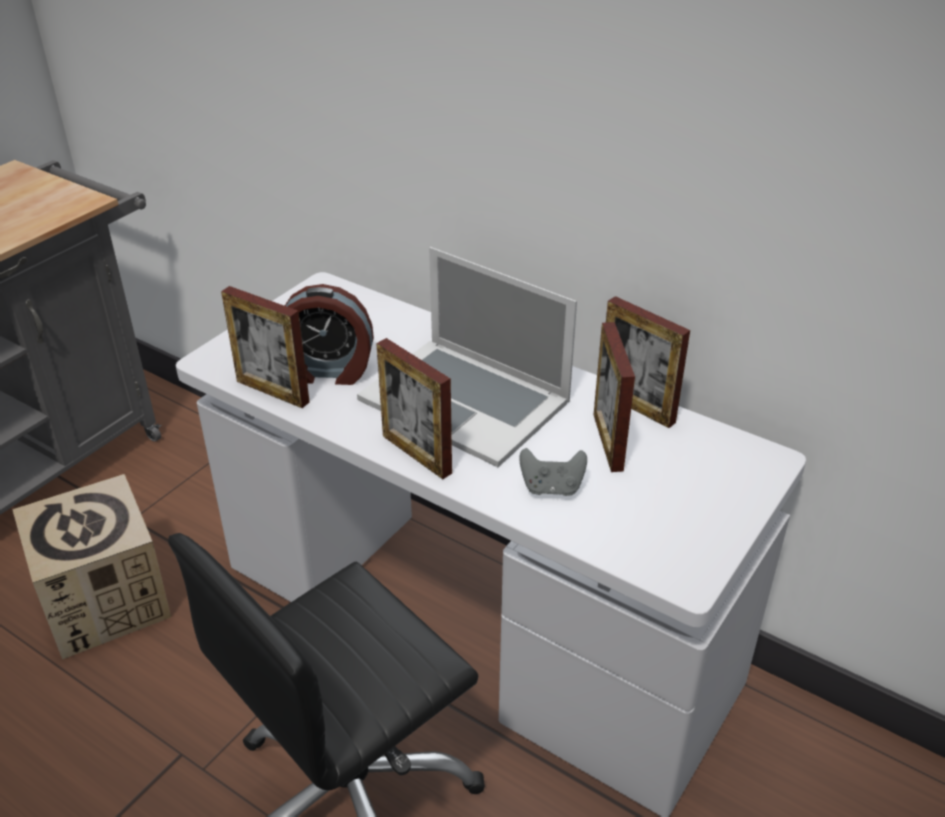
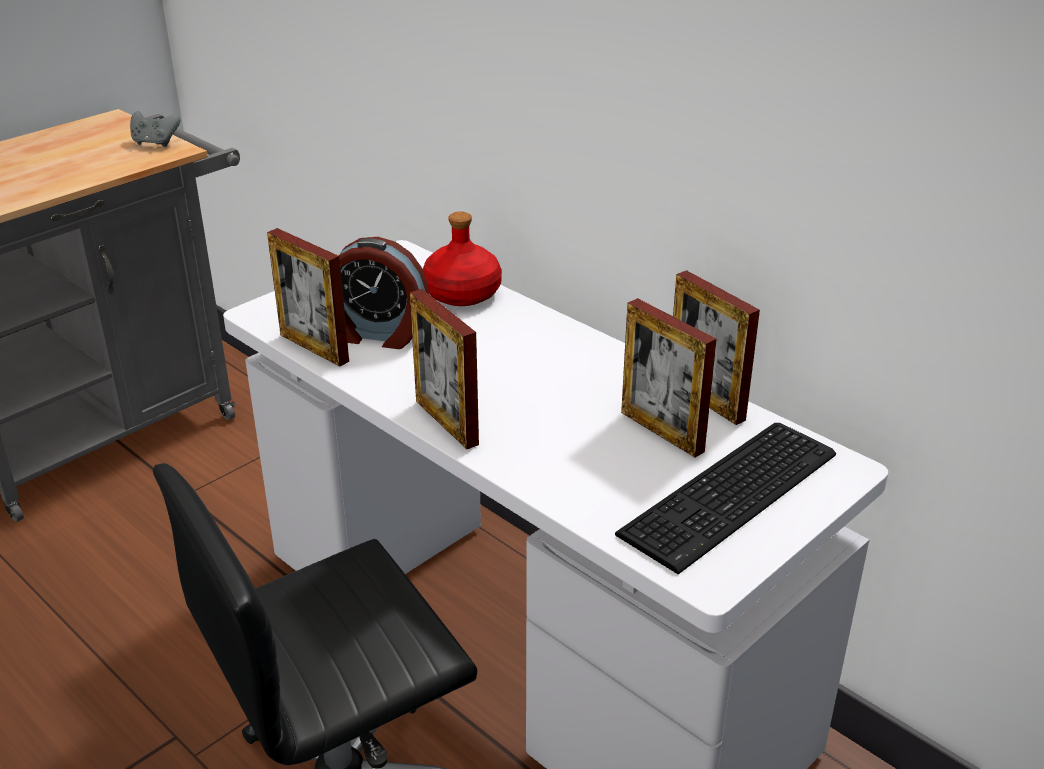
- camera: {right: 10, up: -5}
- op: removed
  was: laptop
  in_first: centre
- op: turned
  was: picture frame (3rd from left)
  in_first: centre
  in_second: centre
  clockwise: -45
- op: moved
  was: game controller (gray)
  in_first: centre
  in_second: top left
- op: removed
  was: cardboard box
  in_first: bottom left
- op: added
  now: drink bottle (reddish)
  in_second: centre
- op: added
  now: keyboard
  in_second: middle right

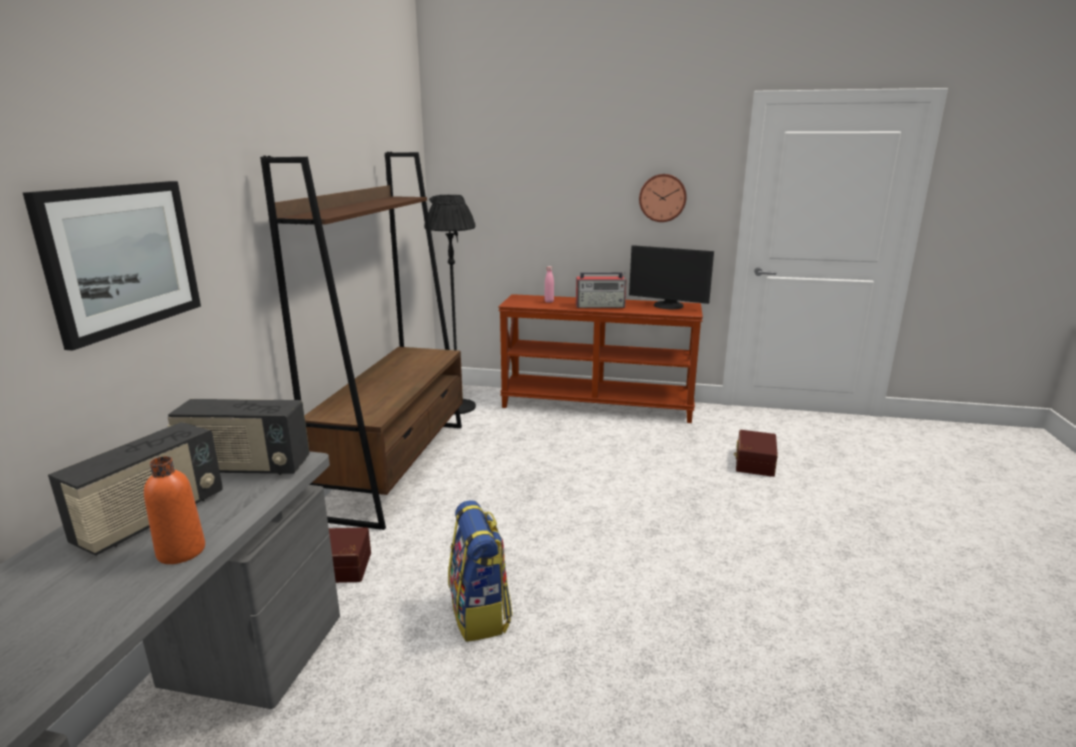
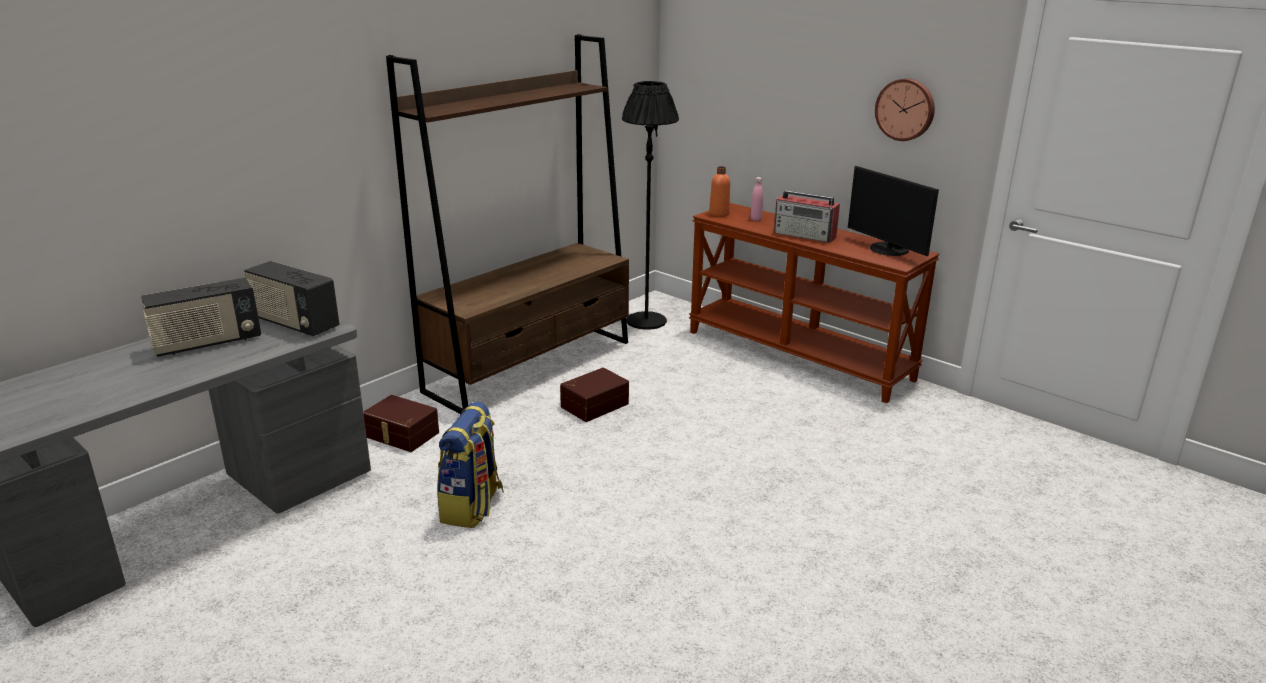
- camera: {right: 30, up: 5}
- op: removed
  was: wall art
  in_first: middle left
- op: moved
  was: storage bin (brown) (2nd from left)
  in_first: middle right
  in_second: centre
- op: moved
  was: drink bottle (orangey)
  in_first: bottom left
  in_second: top centre

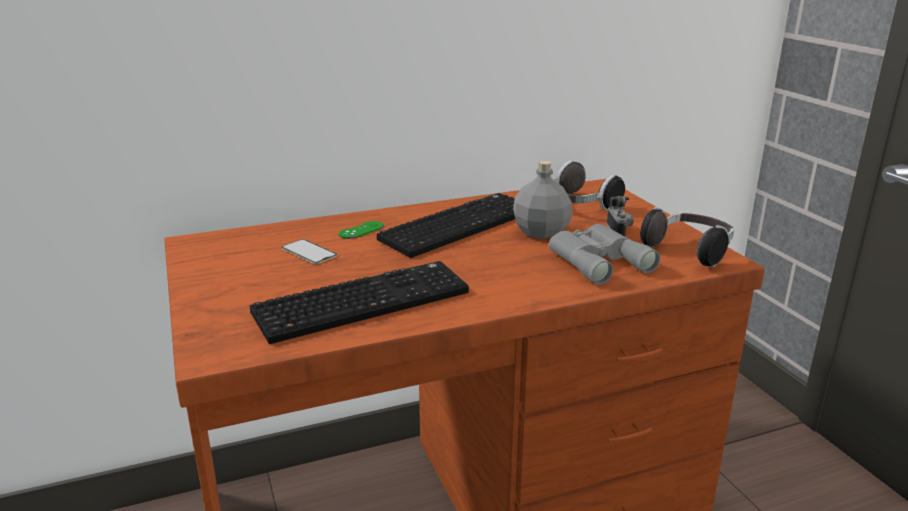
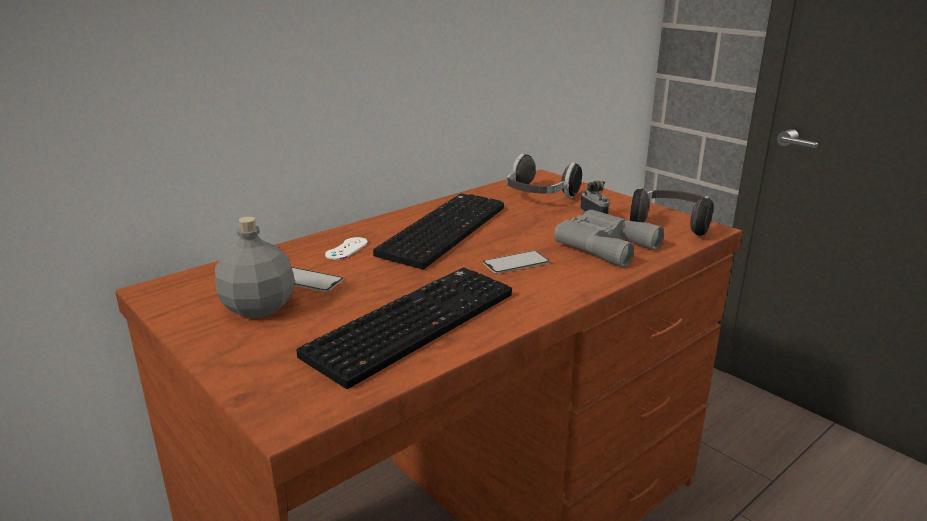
- camera: {right: -20, up: 0}
- op: moved
  was: drink bottle (gray)
  in_first: centre
  in_second: middle left
- op: recoloured
  was: game controller (greenish)
  now: game controller (white)
  in_first: centre
  in_second: centre
- op: added
  now: phone (2nd from left)
  in_second: centre

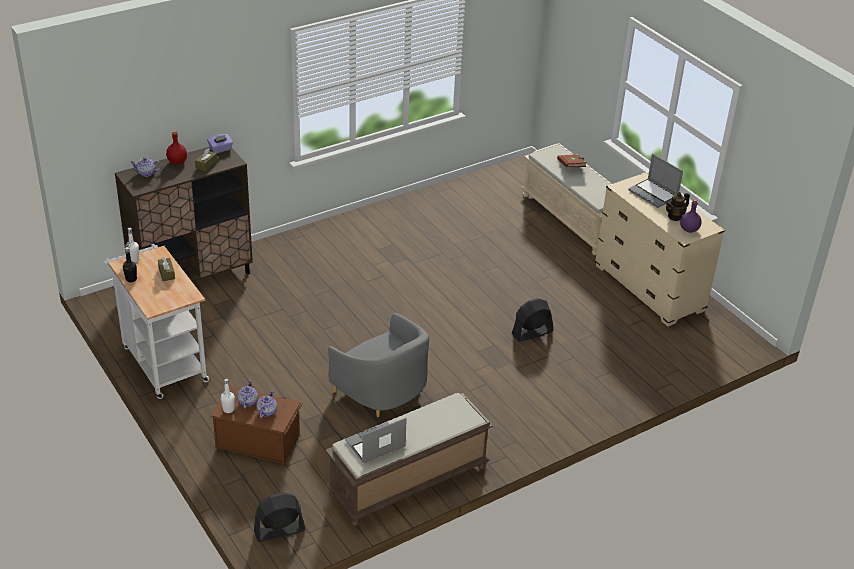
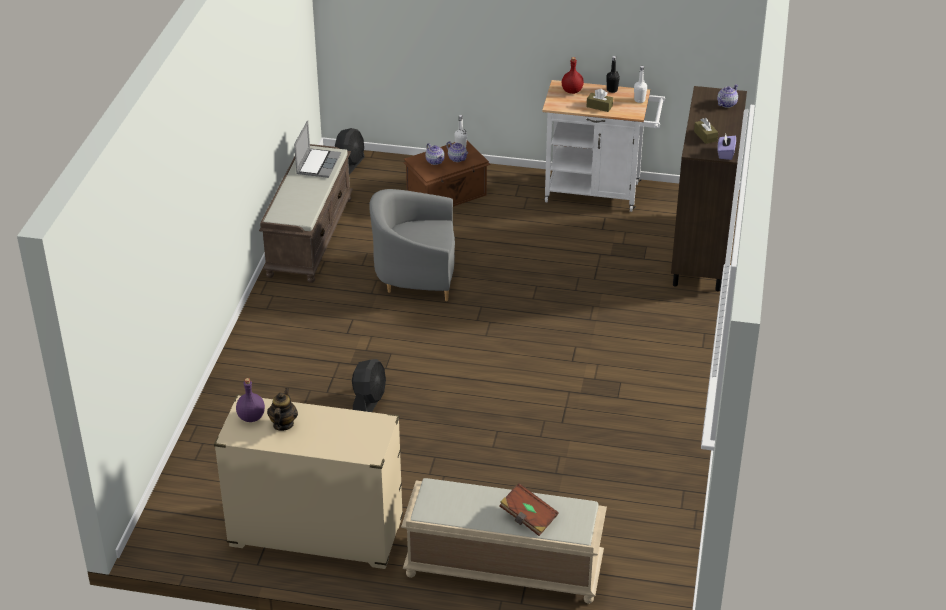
- camera: {right: 135, up: 0}
- op: moved
  was: drink bottle (reddish)
  in_first: top left
  in_second: top centre
- op: removed
  was: laptop (2nd from left)
  in_first: top right

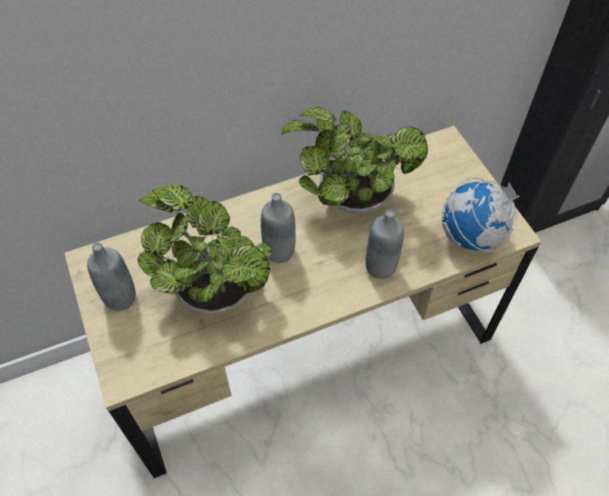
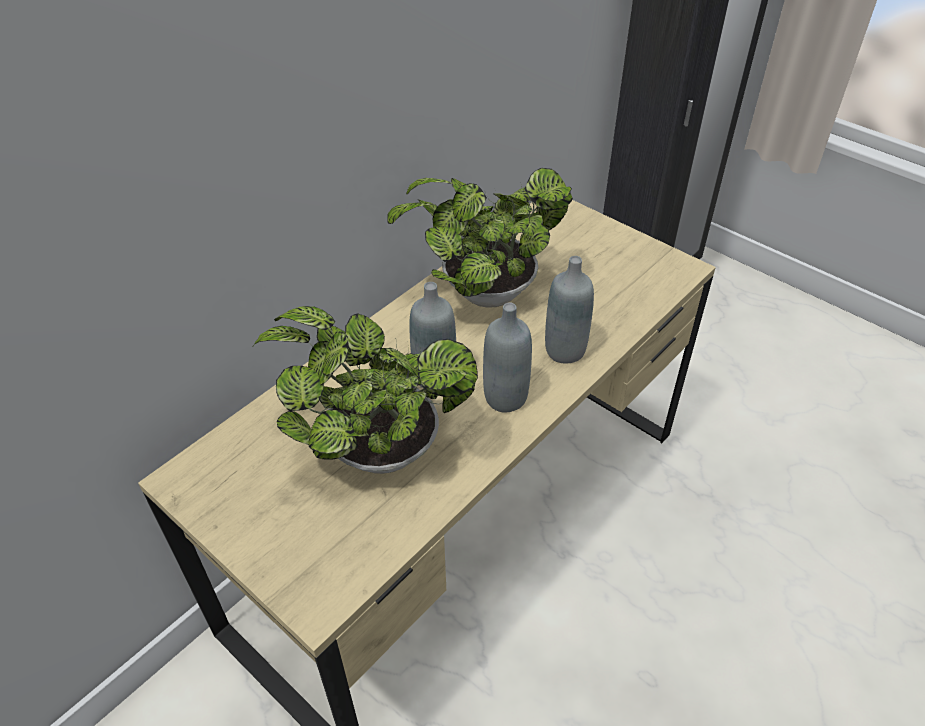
- camera: {right: -25, up: -10}
- op: removed
  was: globe
  in_first: middle right
- op: moved
  was: drink bottle (gray) (1st from left in the first image)
  now: drink bottle (gray) (2nd from left)
  in_first: middle left
  in_second: centre

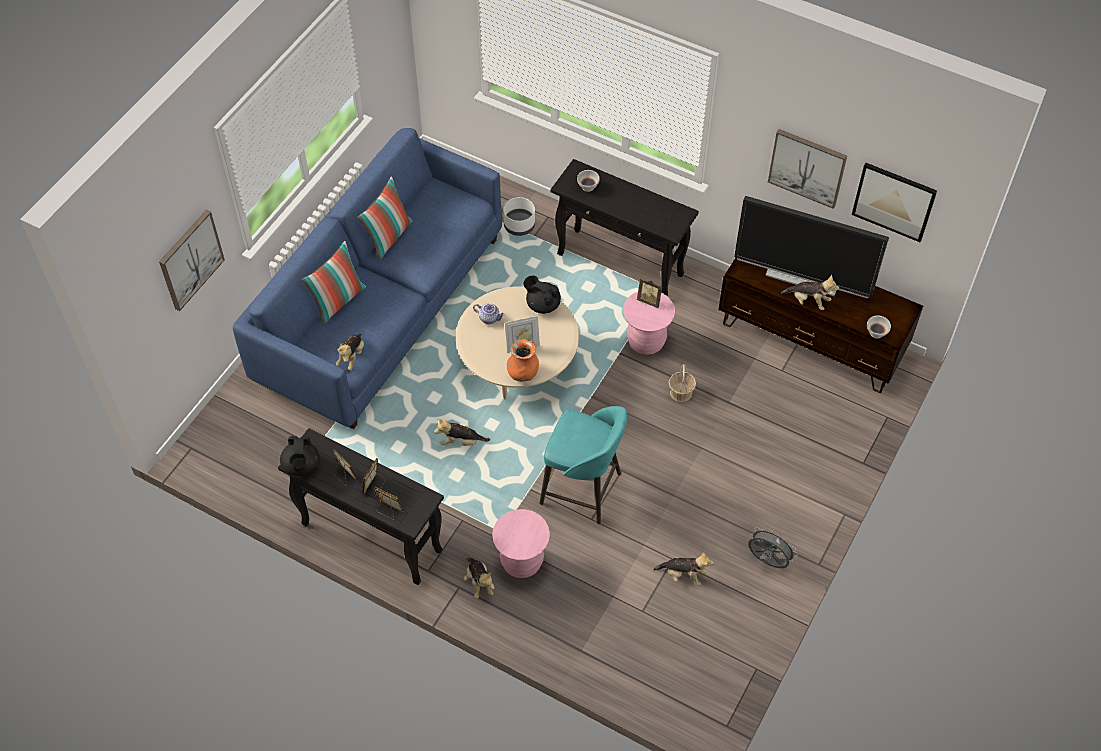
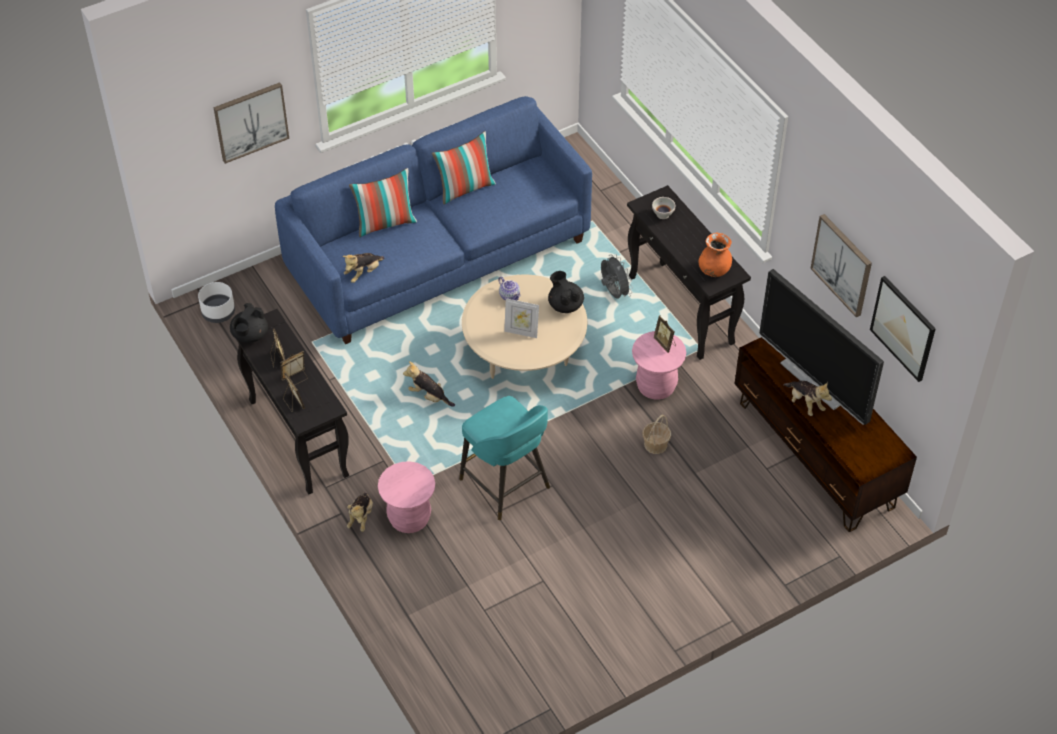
- camera: {right: 30, up: -5}
- op: moved
  was: flower pot (white)
  in_first: top centre
  in_second: middle left
- op: removed
  was: deep dish (white) (2nd from left)
  in_first: middle right
- op: moved
  was: flower vase (orangey)
  in_first: centre
  in_second: middle right
- op: moved
  was: fan (gray)
  in_first: bottom right
  in_second: centre
- op: removed
  was: cuddly toy (4th from left)
  in_first: bottom centre

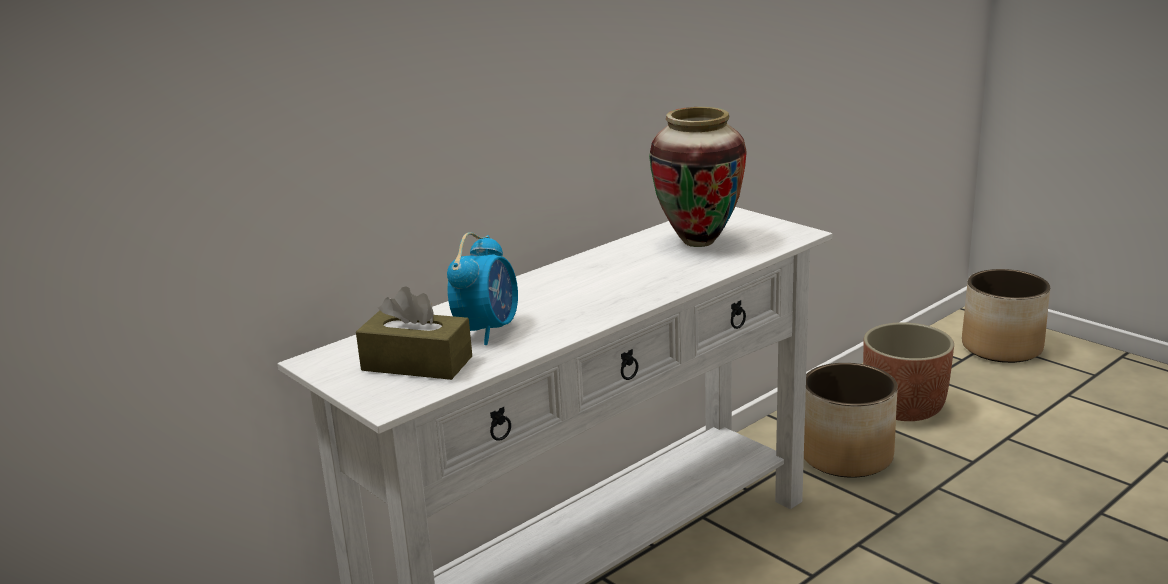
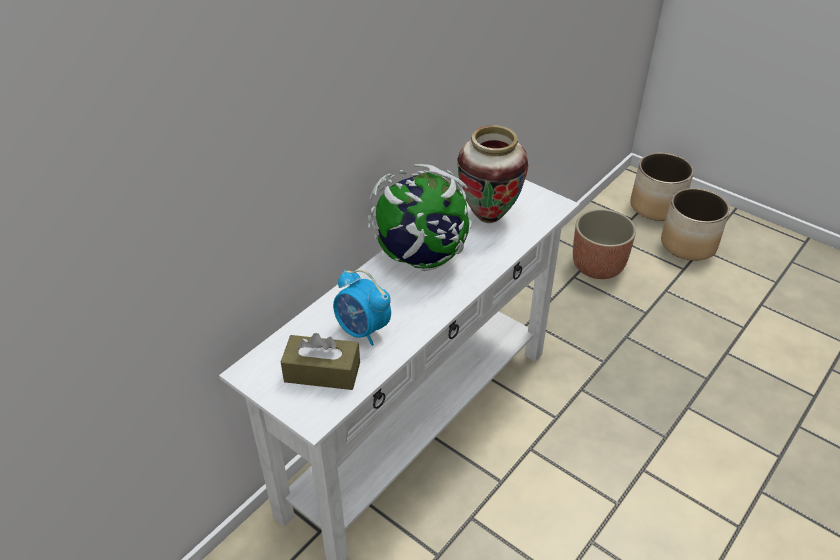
- camera: {right: -10, up: 20}
- op: turned
  was: table clock
  in_first: centre
  in_second: centre
  clockwise: 120
- op: moved
  was: flower pot (1st from left in the first image)
  now: flower pot (3rd from left)
  in_first: bottom right
  in_second: middle right
- op: added
  now: globe
  in_second: centre

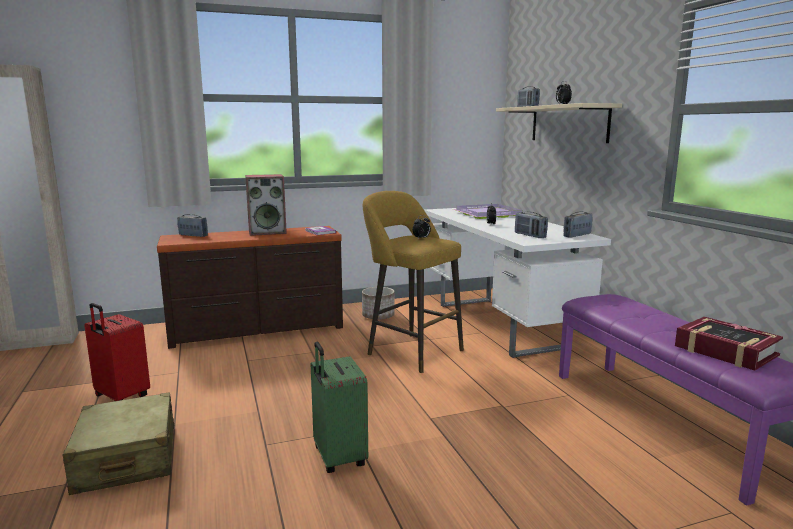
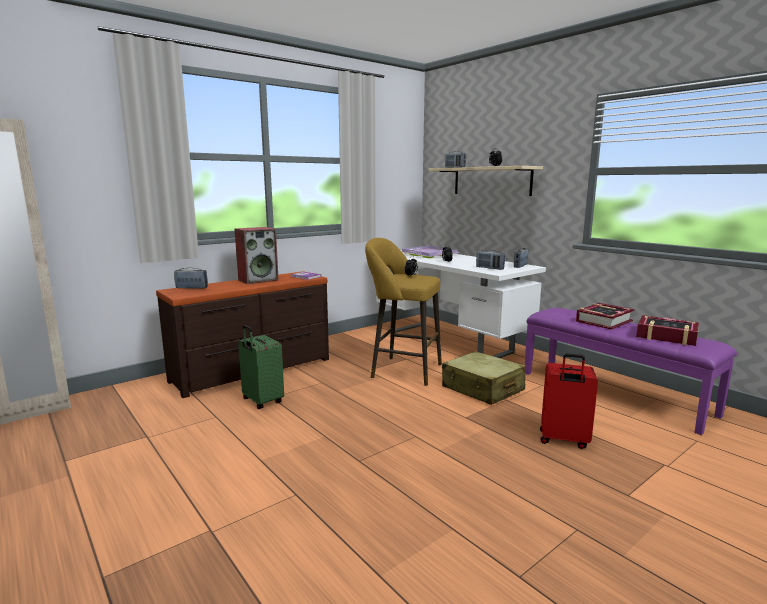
- camera: {right: -20, up: 0}
- op: removed
  was: flower pot
  in_first: centre
- op: moved
  was: piece of luggage (reddish)
  in_first: middle left
  in_second: middle right
- op: moved
  was: piece of luggage (greenish)
  in_first: bottom centre
  in_second: centre
- op: moved
  was: piece of luggage (sand-coloured)
  in_first: bottom left
  in_second: centre
- op: added
  now: bound book (2nd from left)
  in_second: middle right

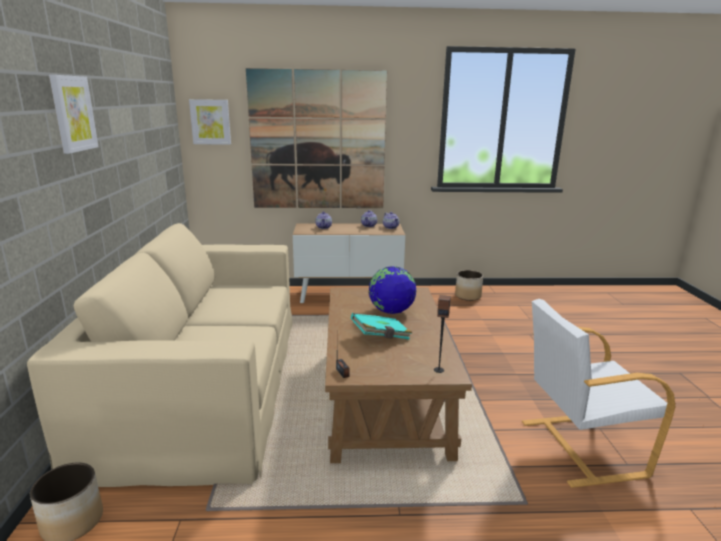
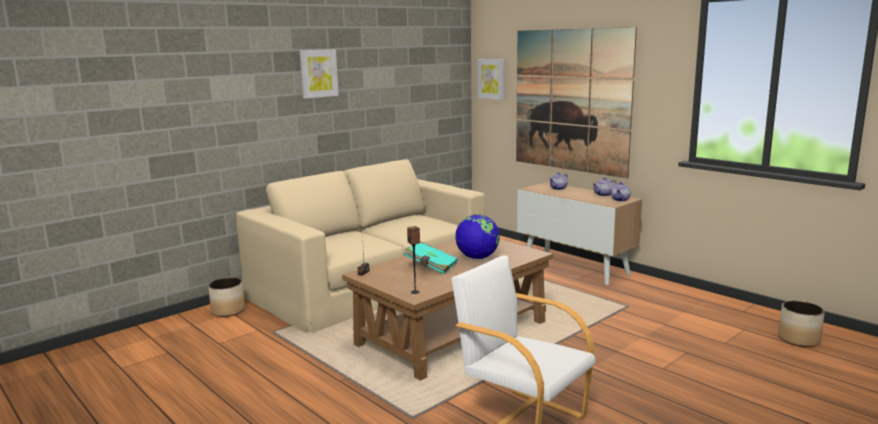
- camera: {right: 50, up: -5}
- op: moved
  was: flower pot (2nd from left)
  in_first: centre
  in_second: bottom right

